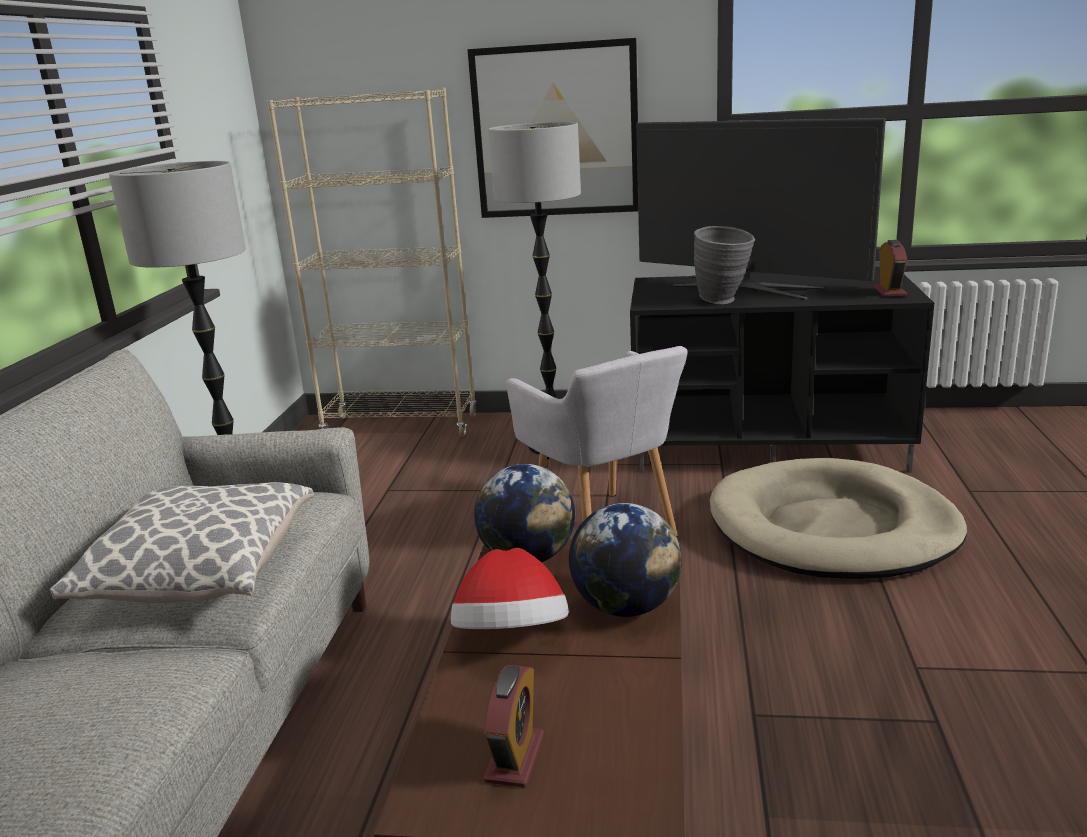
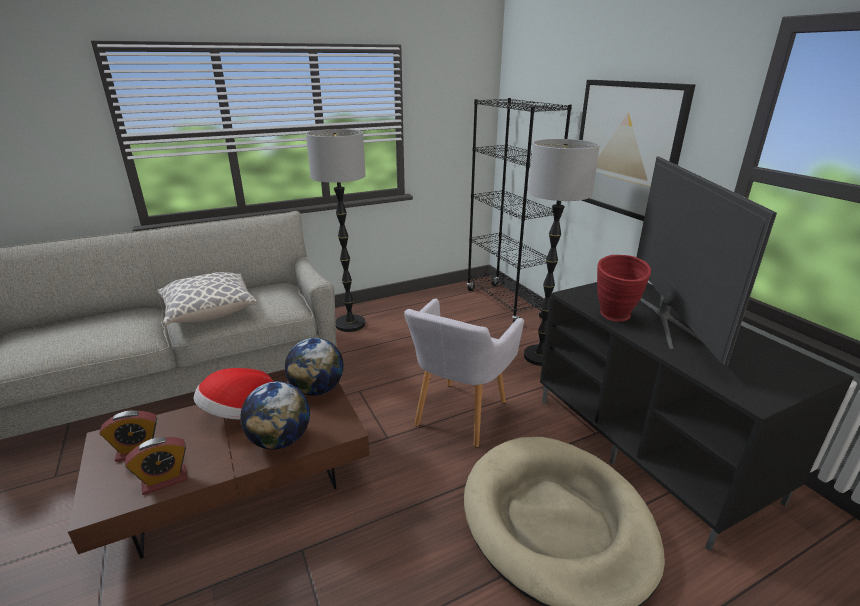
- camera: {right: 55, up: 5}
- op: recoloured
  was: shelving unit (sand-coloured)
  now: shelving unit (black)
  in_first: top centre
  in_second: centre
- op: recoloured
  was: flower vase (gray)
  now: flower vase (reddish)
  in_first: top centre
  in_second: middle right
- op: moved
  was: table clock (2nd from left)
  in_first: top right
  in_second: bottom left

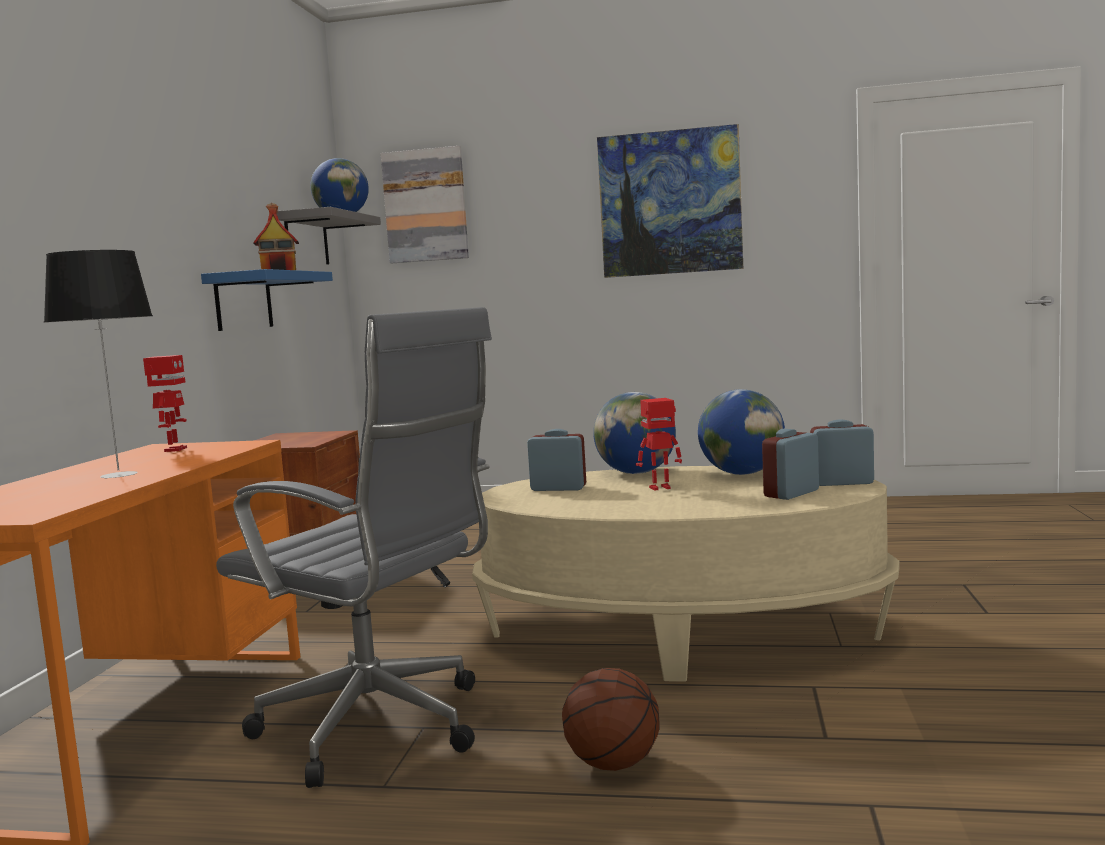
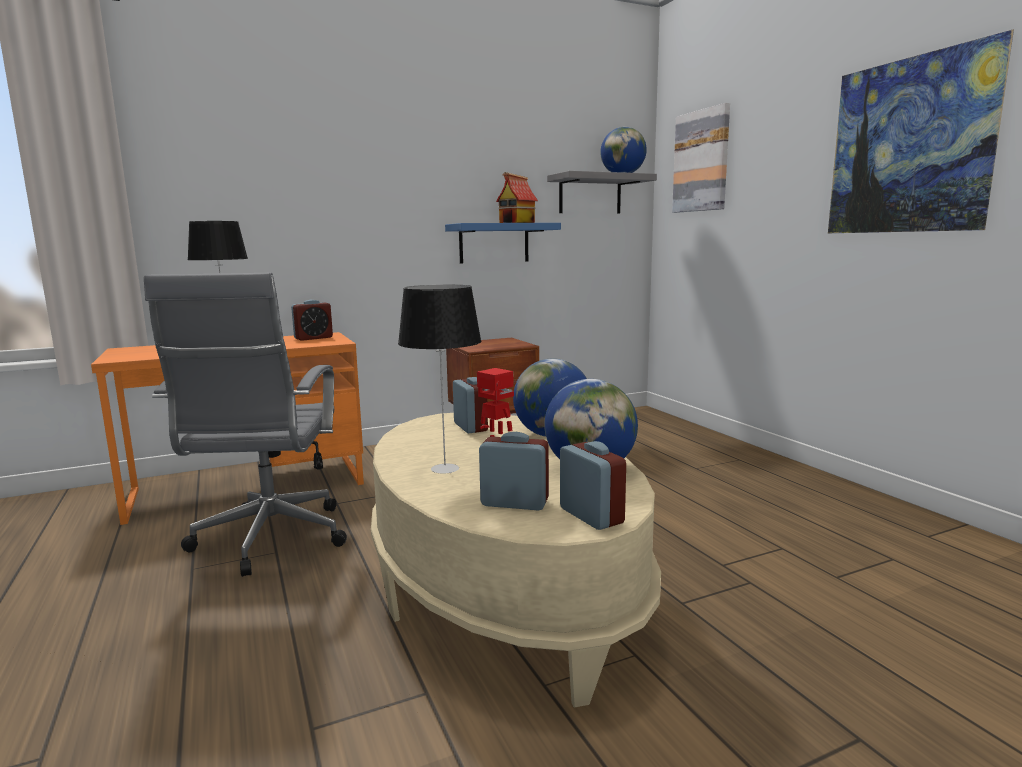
- camera: {right: 55, up: 5}
- op: replaced
  was: robot figure (1st from left)
  now: table clock (1st from left)
  in_first: middle left
  in_second: middle left
- op: removed
  was: basketball
  in_first: bottom centre
- op: added
  now: tabletop lamp (2nd from left)
  in_second: centre

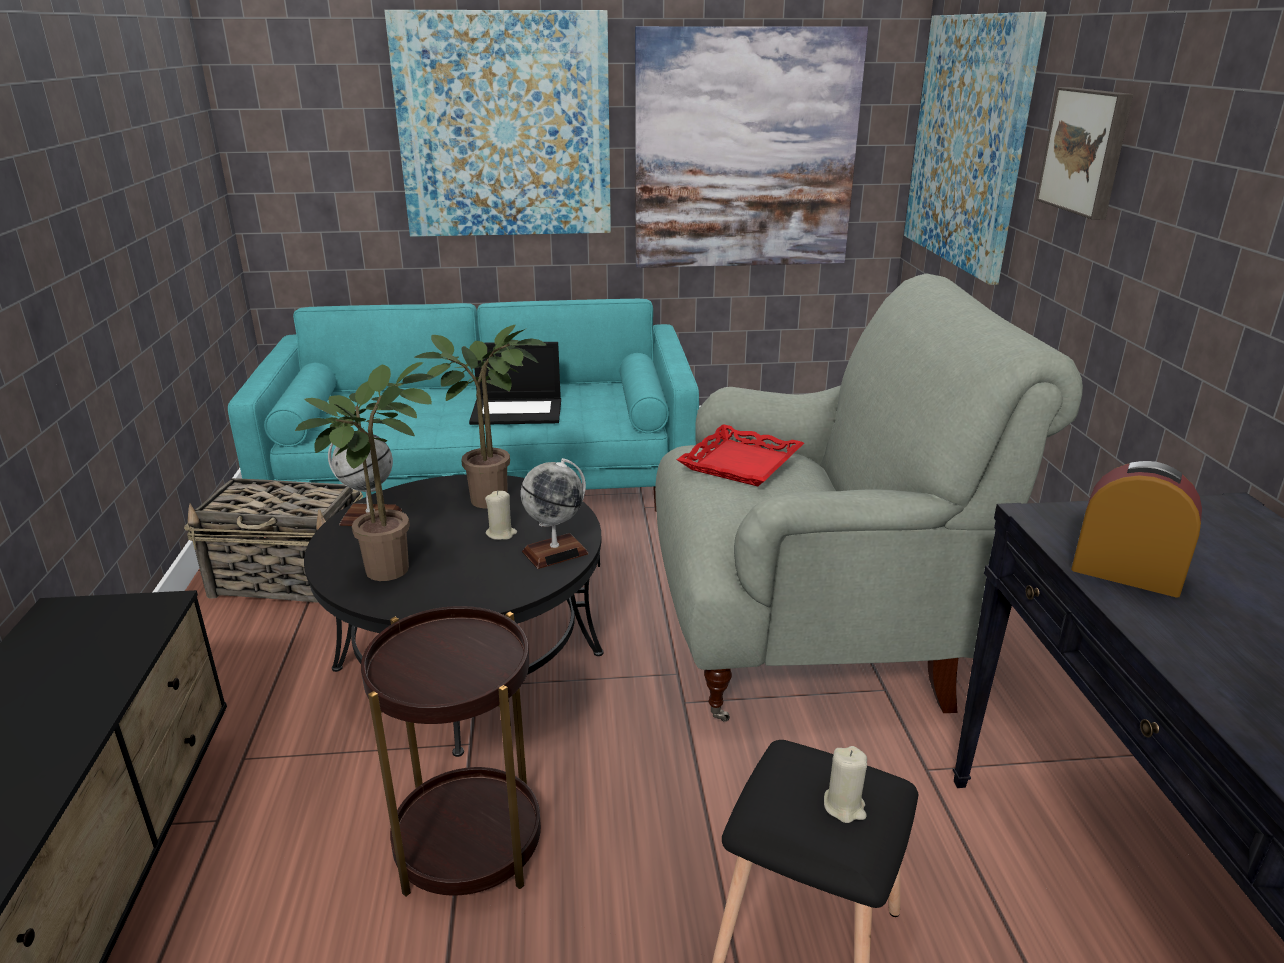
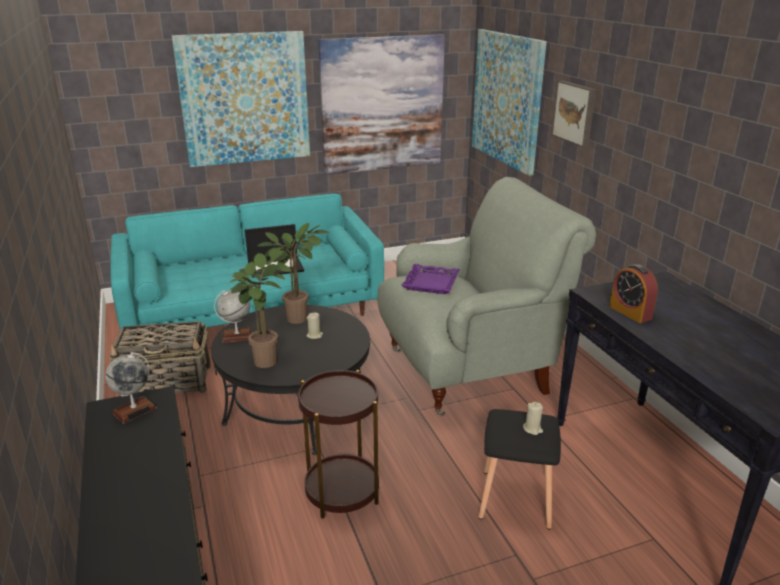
- camera: {right: -15, up: 0}
- op: recoloured
  was: carrying tray (reddish)
  now: carrying tray (purplish)
  in_first: centre
  in_second: centre
- op: moved
  was: globe (2nd from left in the first image)
  now: globe (1st from left)
  in_first: centre
  in_second: middle left
- op: turned
  was: table clock
  in_first: middle right
  in_second: middle right
  clockwise: -135

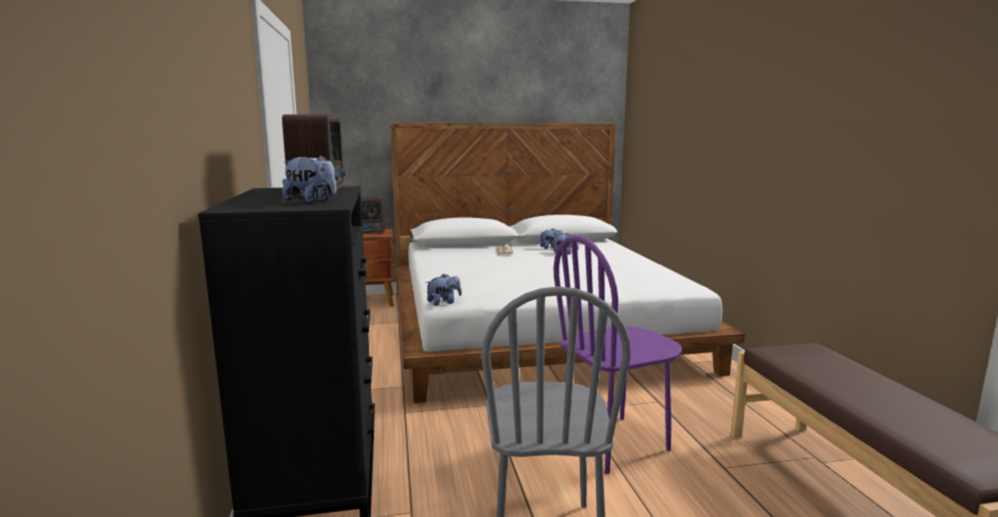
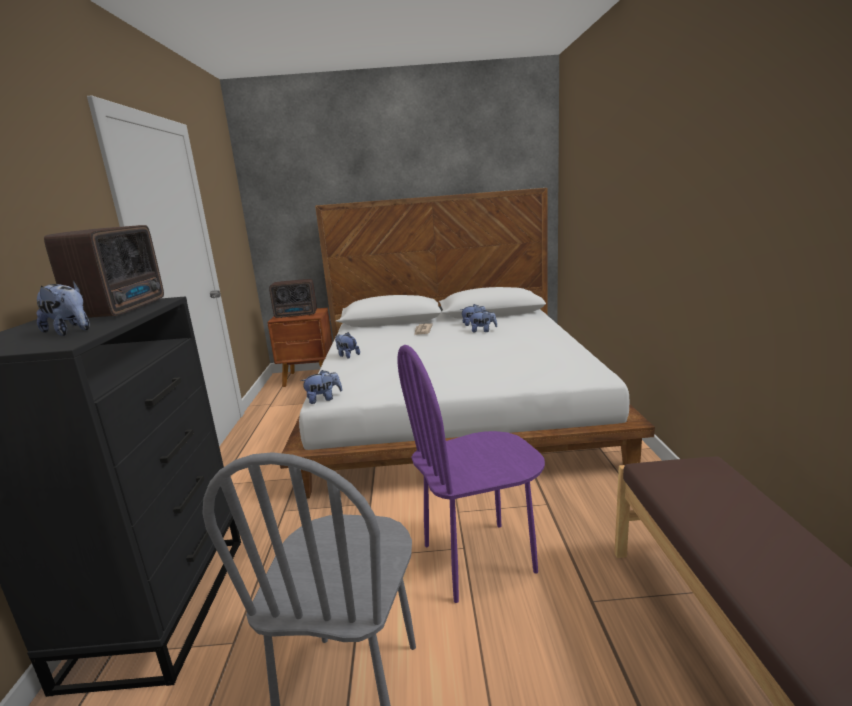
- camera: {right: 10, up: 5}
- op: added
  now: cuddly toy (3rd from left)
  in_second: centre

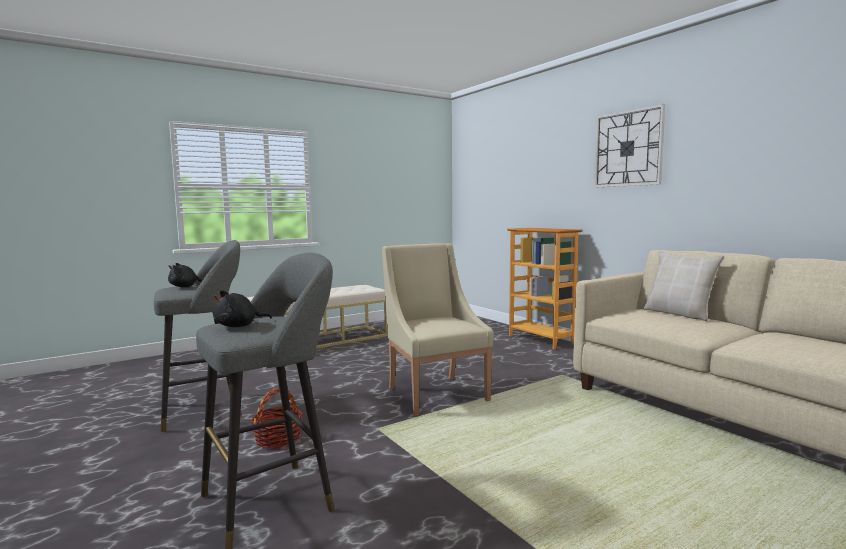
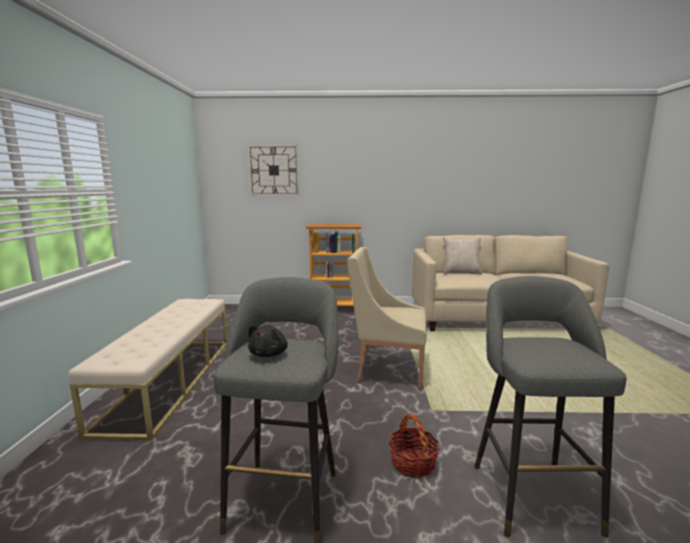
- camera: {right: -55, up: 5}
- op: moved
  was: clock on the wall
  in_first: top right
  in_second: top centre
- op: removed
  was: cuddly toy (black) (2nd from left)
  in_first: middle left

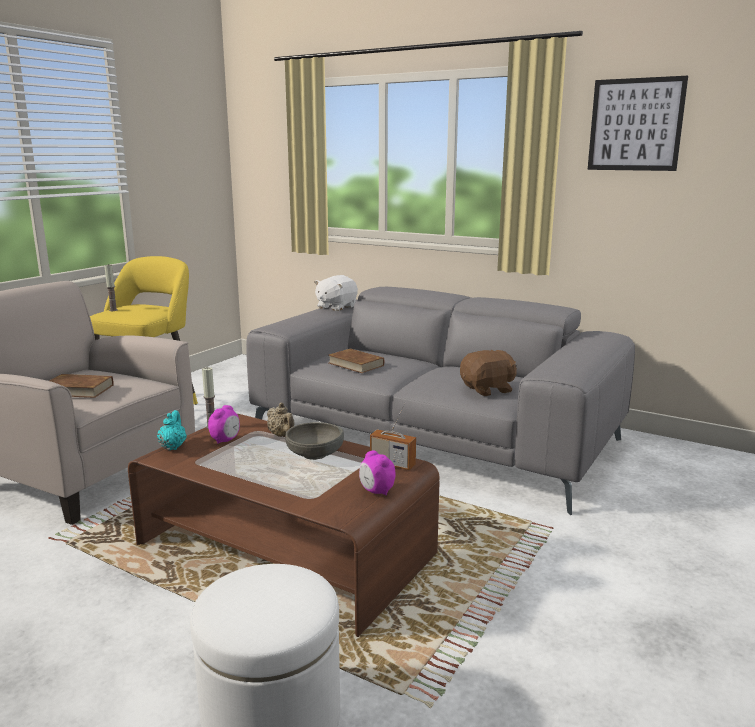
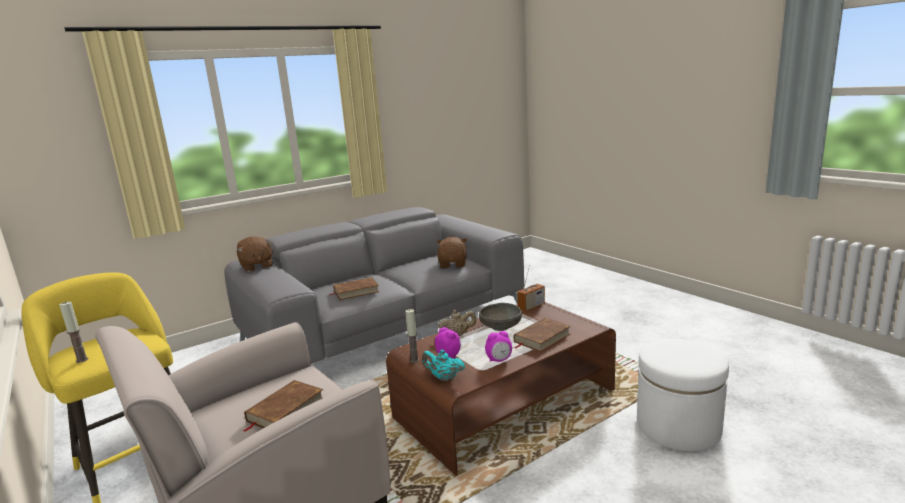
- camera: {right: -65, up: 0}
- op: removed
  was: wall art
  in_first: top right
- op: recoloured
  was: cuddly toy (white)
  now: cuddly toy (brown) (1st from left)
  in_first: centre
  in_second: middle left
- op: moved
  was: table clock (2nd from left)
  in_first: centre
  in_second: bottom centre
- op: added
  now: bound book (brown) (3rd from left)
  in_second: centre

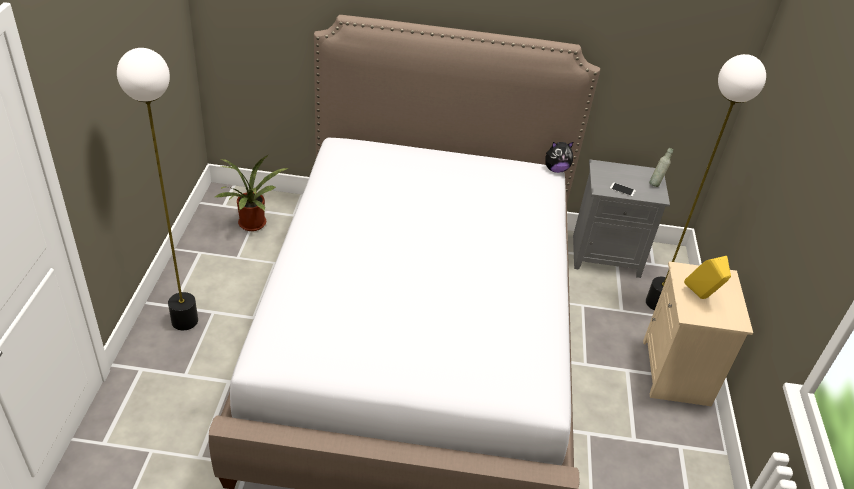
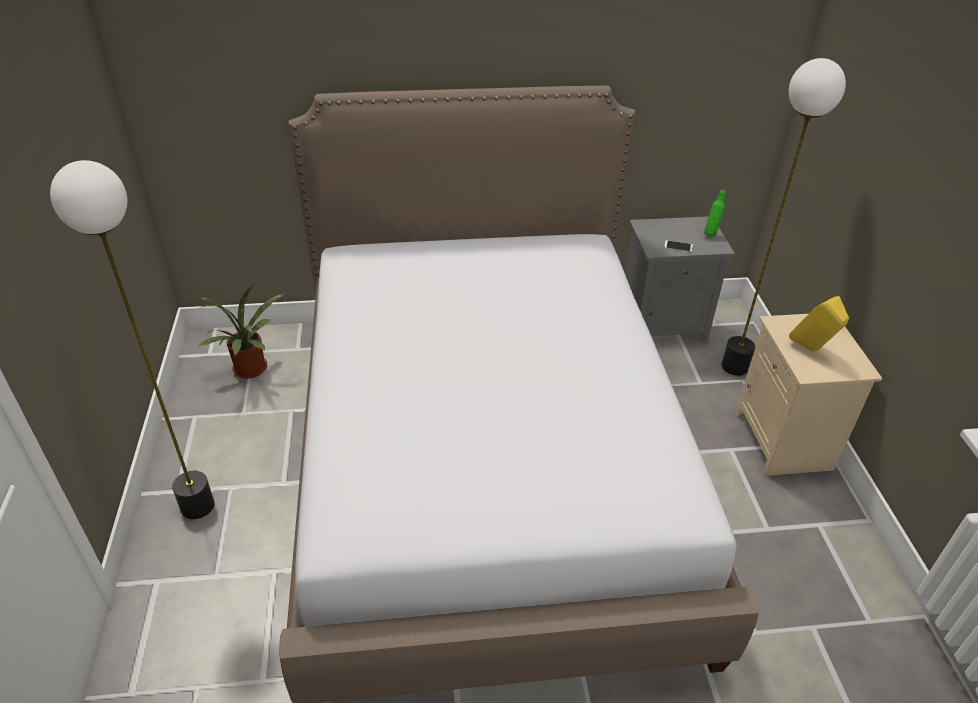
- camera: {right: -10, up: 0}
- op: removed
  was: cuddly toy
  in_first: top centre
- op: recoloured
  was: drink bottle (gray)
  now: drink bottle (greenish)
  in_first: middle right
  in_second: top right

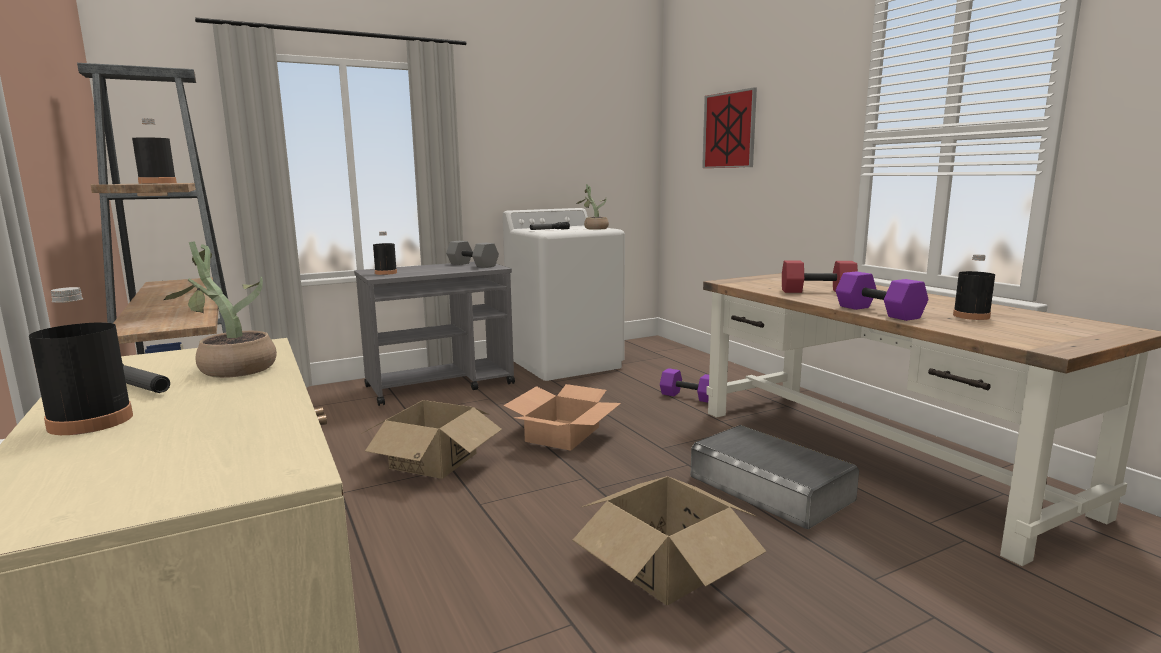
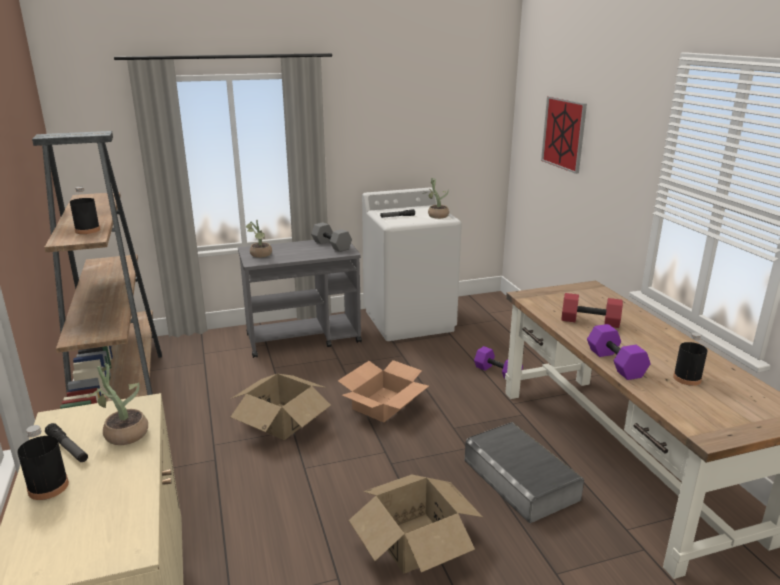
- camera: {right: 10, up: 10}
- op: replaced
  was: drink bottle (black) (3rd from left)
  now: plant in a pot (2nd from left)
  in_first: middle left
  in_second: middle left

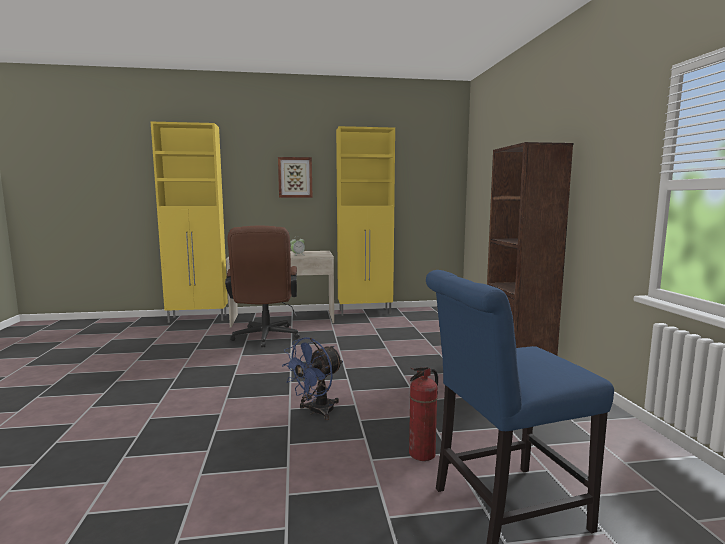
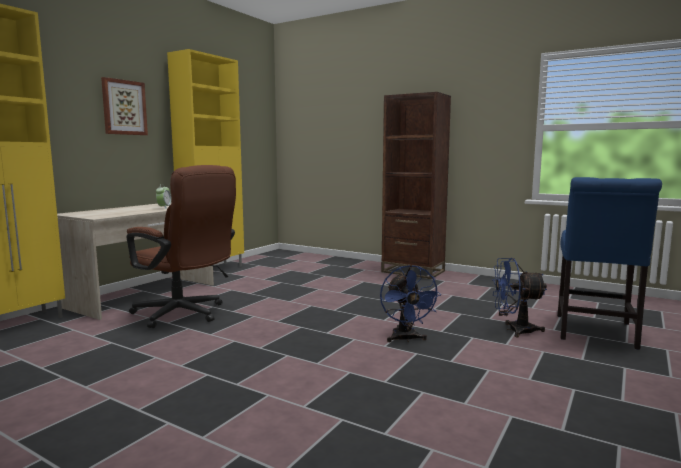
- camera: {right: -50, up: 0}
- op: replaced
  was: fire extinguisher
  now: fan (bluish) (2nd from left)
  in_first: bottom centre
  in_second: middle right

